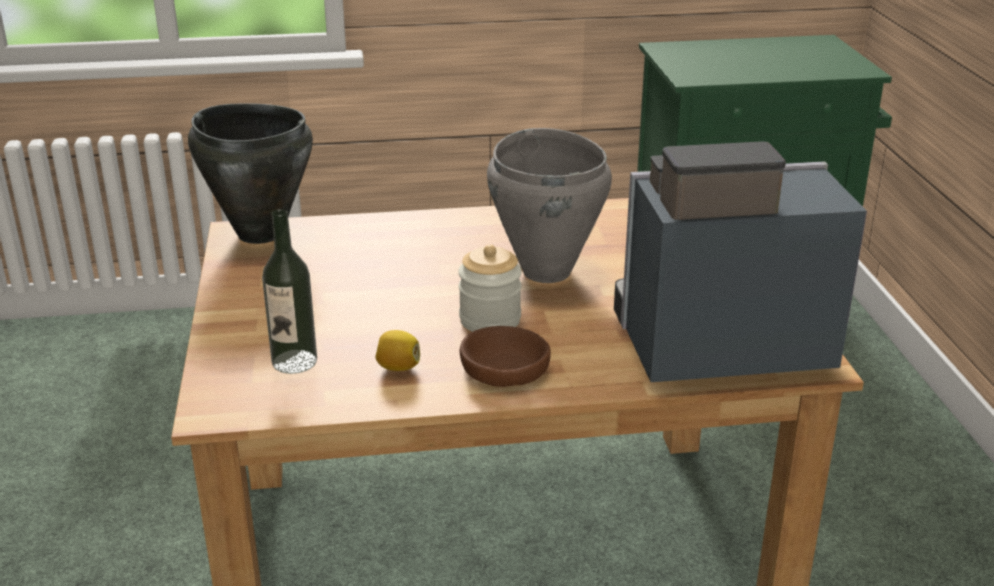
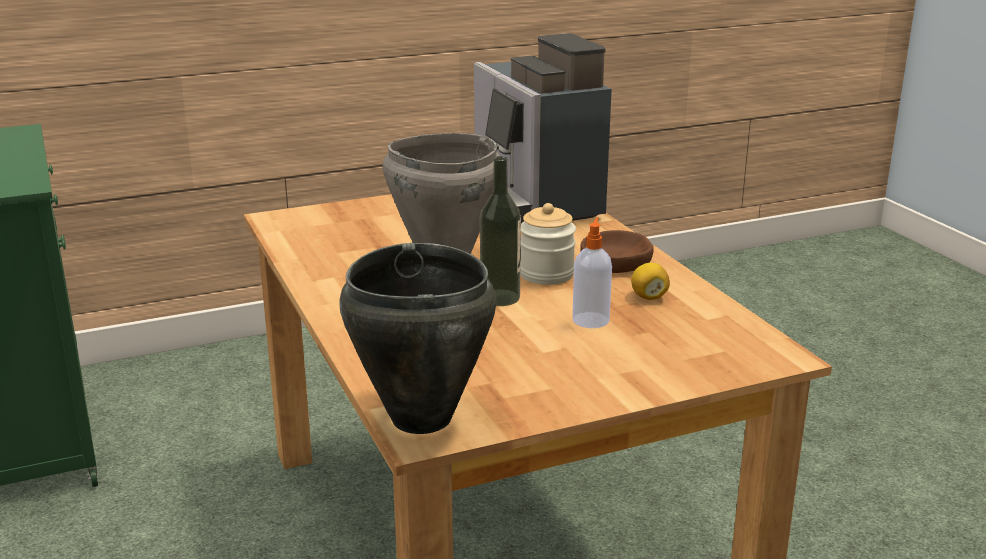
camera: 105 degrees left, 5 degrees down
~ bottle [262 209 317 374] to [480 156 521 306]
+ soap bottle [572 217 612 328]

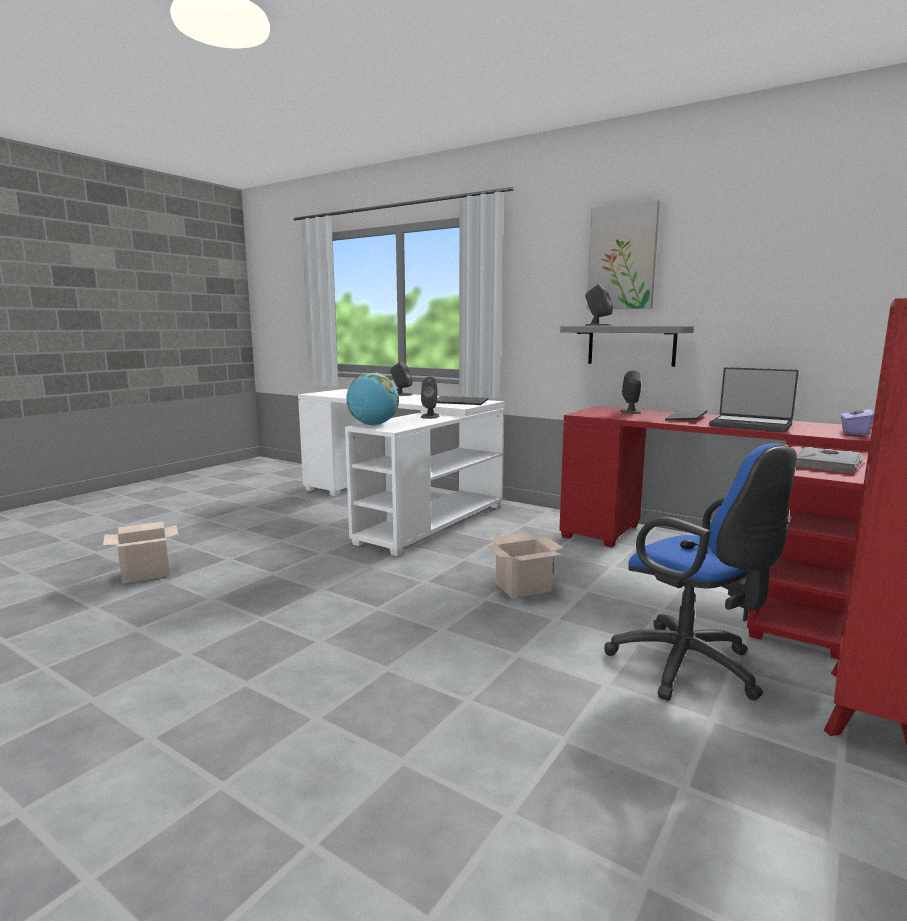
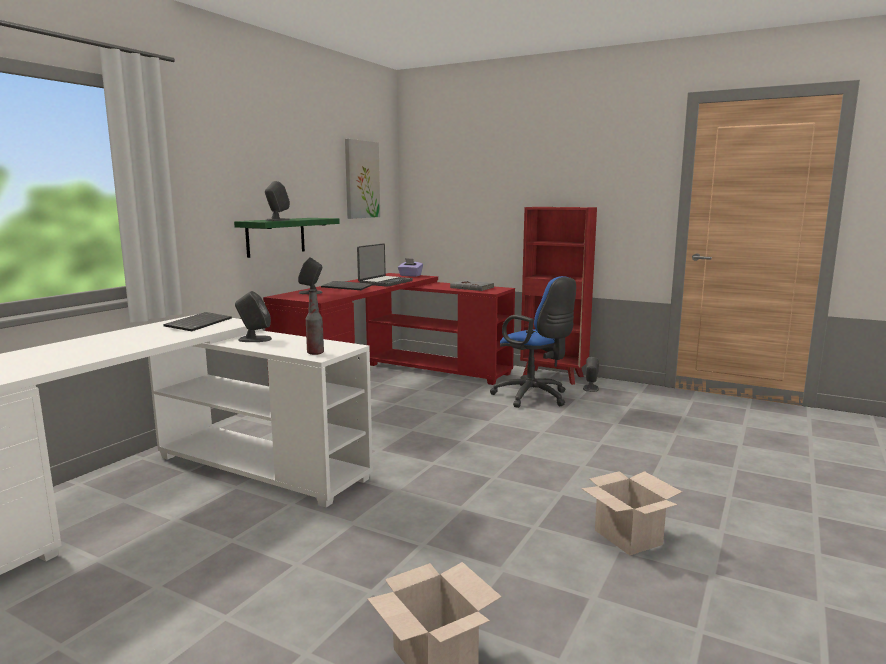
camera: 95 degrees left, 0 degrees up
~ world globe [347 373 399 426] to bottle [306 289 324 355]
~ speaker in greyish [390 361 413 396] to [583 357 599 392]
~ carton [485 532 563 598] to [581 471 682 555]
~ bracket shelf in greyish [560 326 694 367] to bracket shelf in green [234 218 340 258]
~ wall picture [587 200 660 309] to [345 139 380 219]
~ office chair in blue-coloured [604 443 797 701] = [490 276 576 408] 90 degrees clockwise

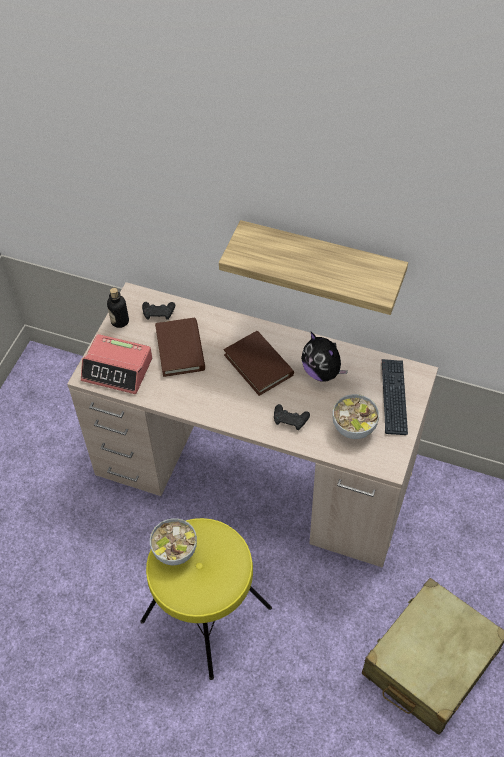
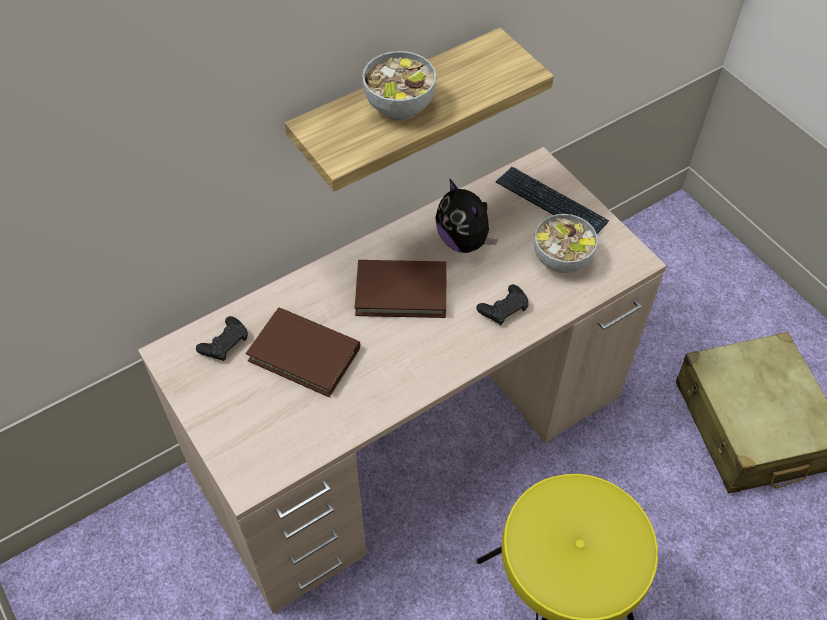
camera: 55 degrees left, 0 degrees up
- alarm clock [81 334 152 394]
- bottle [107 288 129 328]
~ serving bowl [150 518 197 565] to [362 51 436 120]
~ plush toy [301 331 348 382] = [435 178 497 253] 60 degrees clockwise

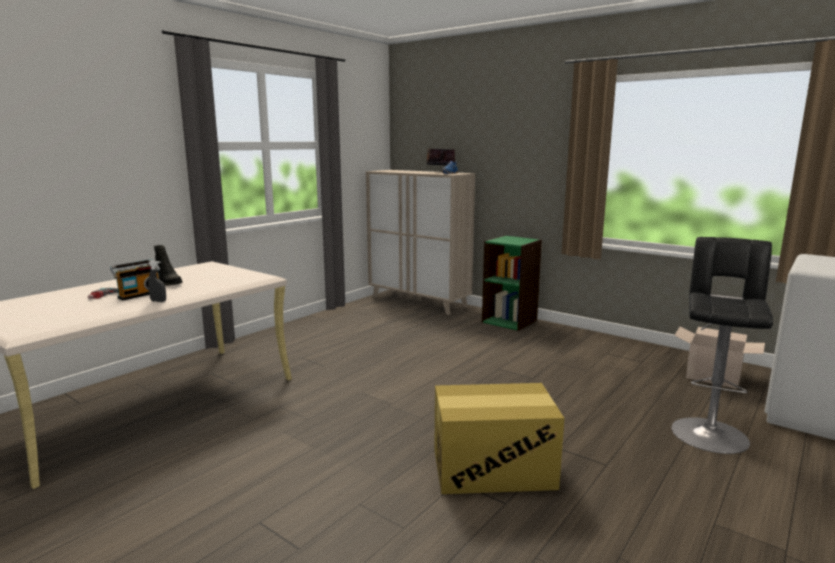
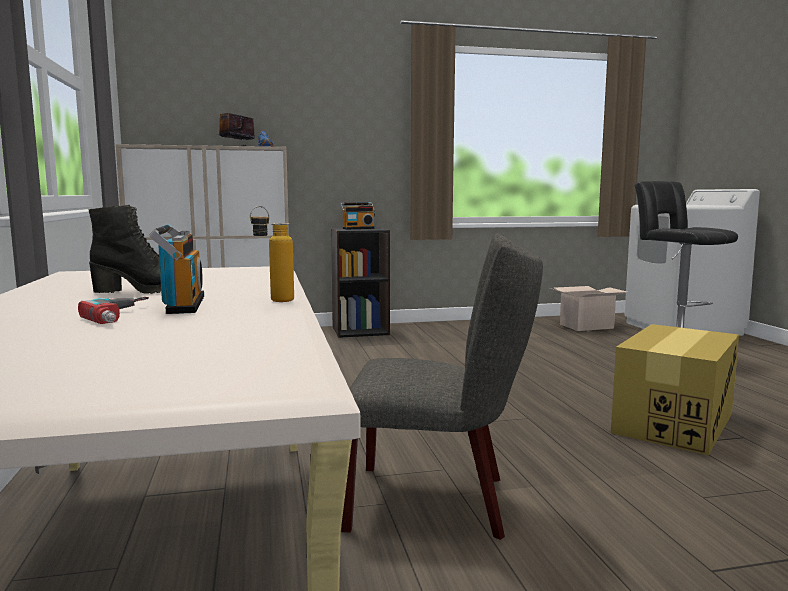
camera: 50 degrees left, 5 degrees down
~ hand sprayer in greyish [148 261 166 302] to bottle [250 206 294 302]
~ bookcase in green [482 235 542 331] to bookcase in black [331 227 390 338]
+ radio receiver [340 202 375 230]
+ chair in greyish [341 233 543 540]

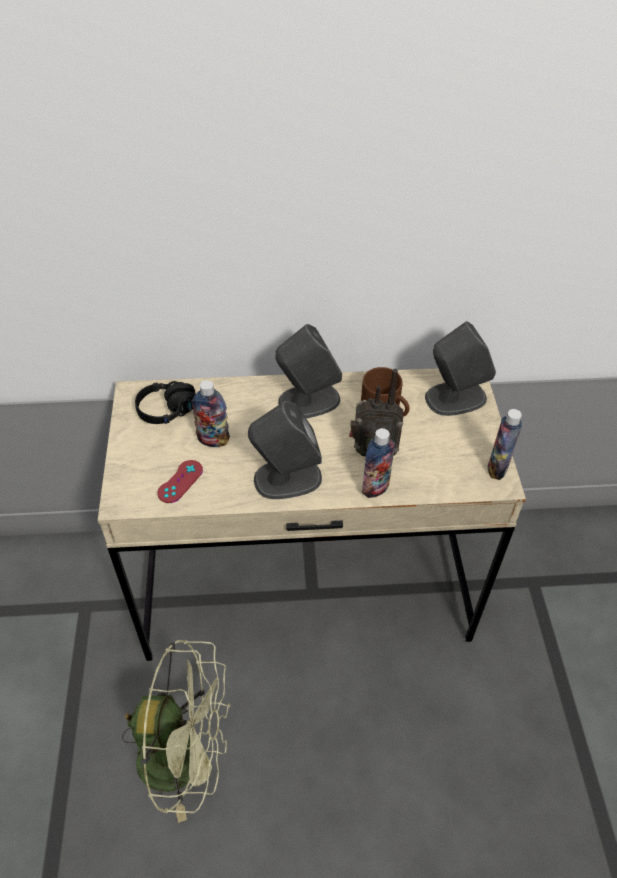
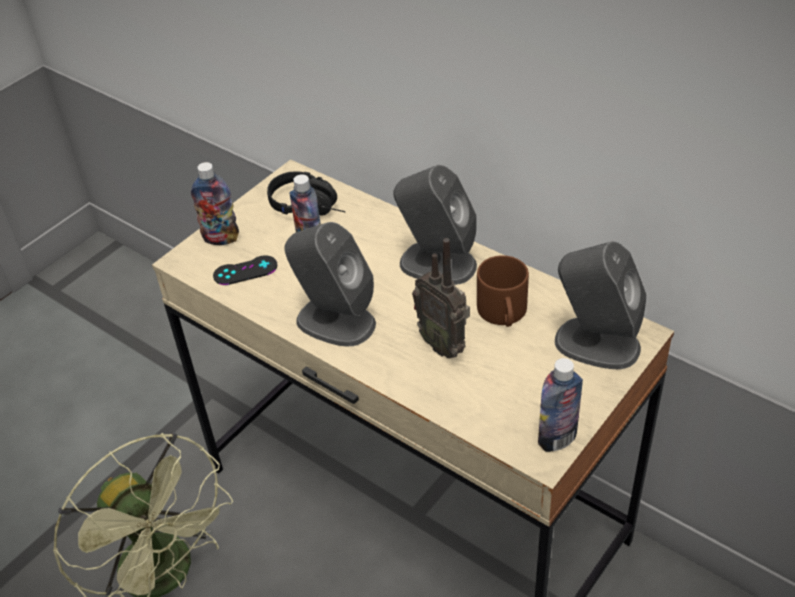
camera: 45 degrees right, 5 degrees down
~ joypad in reddish [157 460 203 503] to joypad in black [213 255 277 285]
~ bottle [362 428 395 498] to [191 162 239 245]

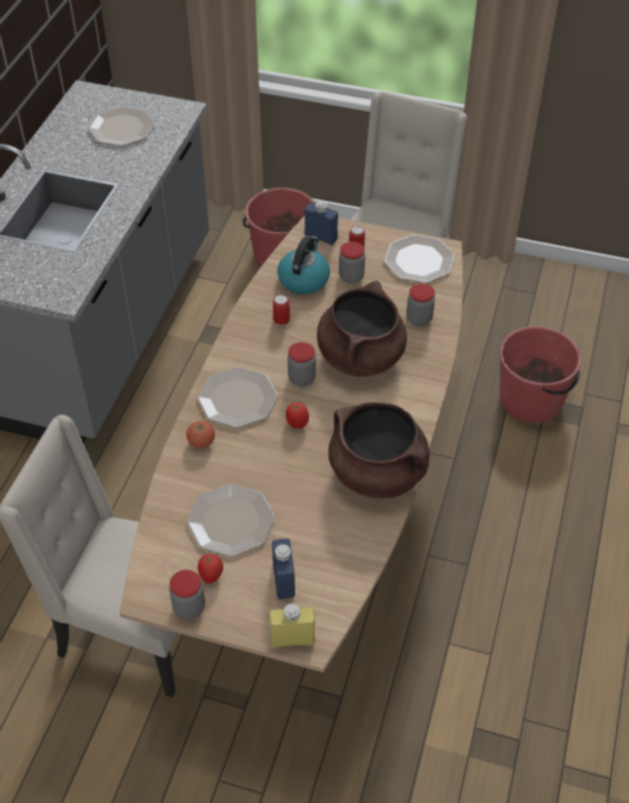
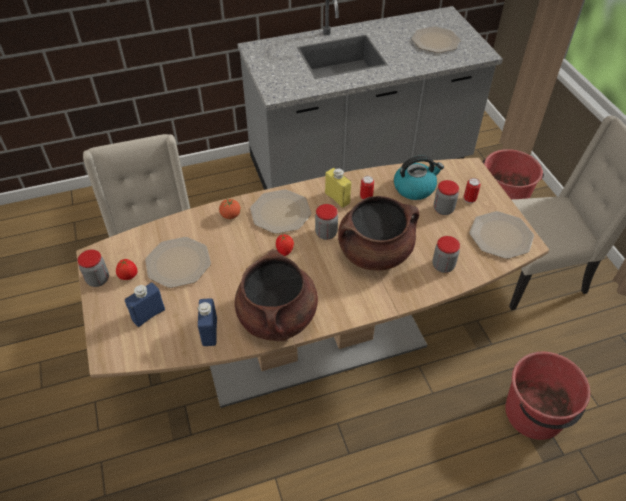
camera: 55 degrees right, 0 degrees up
~ bottle in yellowish [269 603 315 648] to [325 168 351 208]
~ bottle in blue-coloured [304 201 338 245] to [197 298 217 346]

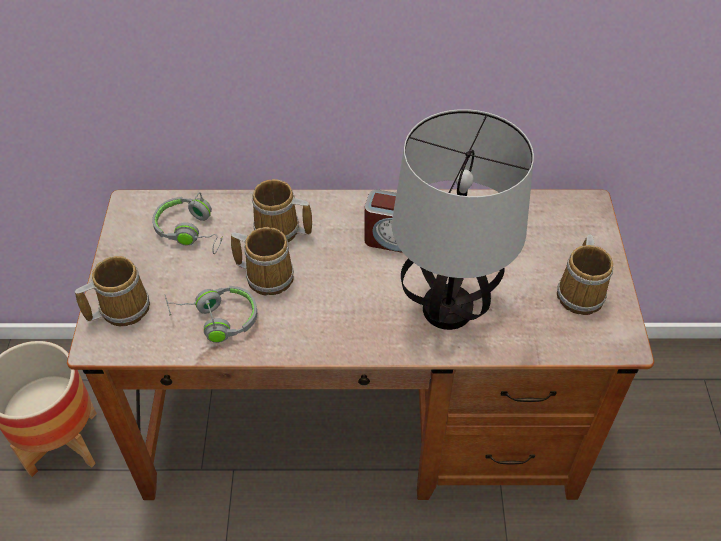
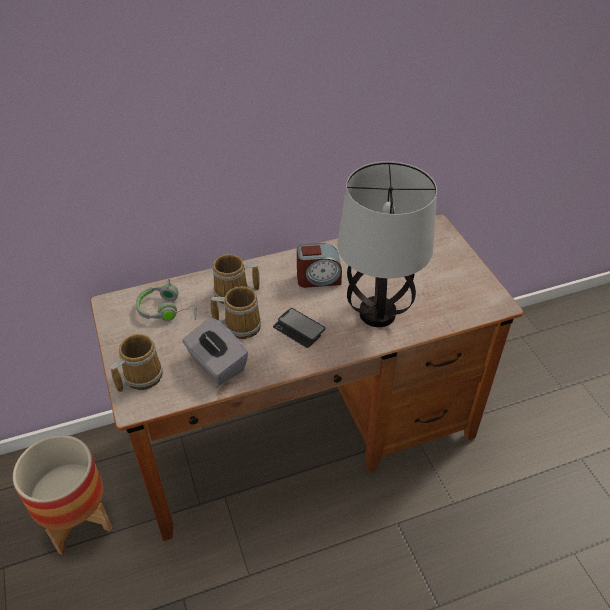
camera: 20 degrees left, 5 degrees down
~ headphones in greyish [165 286 257 343] to tissue box in greyish [182 317 248 385]
- mug [557 234 614 315]
+ handset [273 308 325 348]

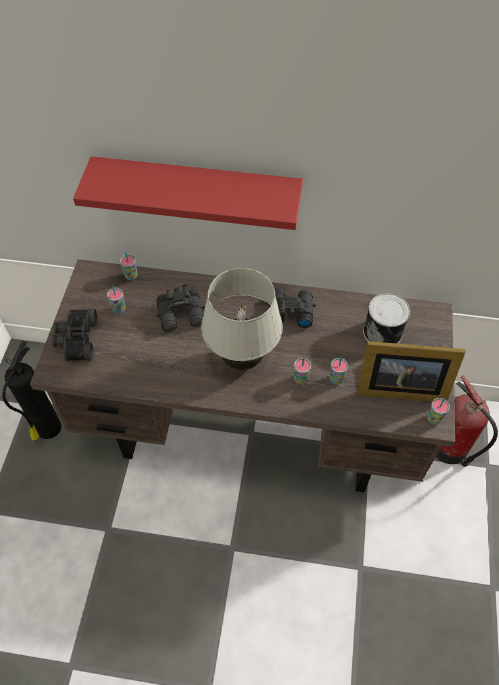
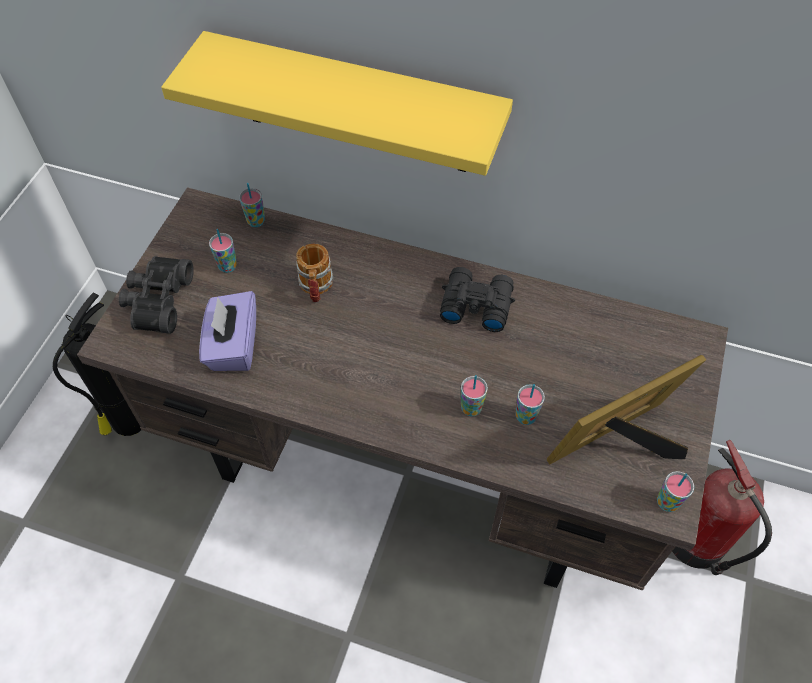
camera: 10 degrees right, 0 degrees up
~ bracket shelf in reddish [73 156 303 230] to bracket shelf in yellowish [161 31 513 176]
~ field glasses in black [156 284 205 332] to mug [296 243 333 302]
- table lamp in whitish [201 268 282 370]
~ picture frame [357 341 466 402] = [547 355 706 465] 135 degrees clockwise
- can [363 293 410 344]
+ tissue box in purple [199 291 256 371]

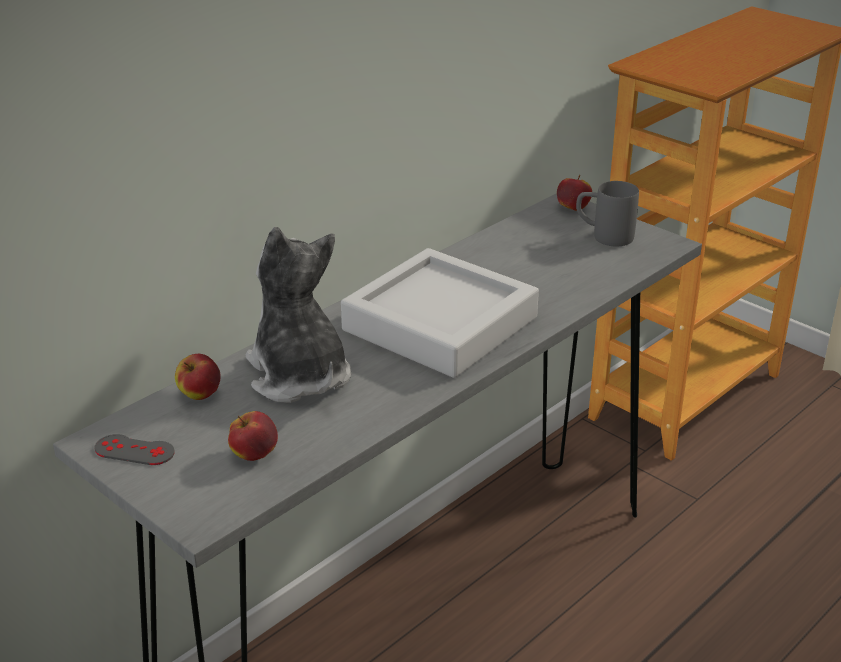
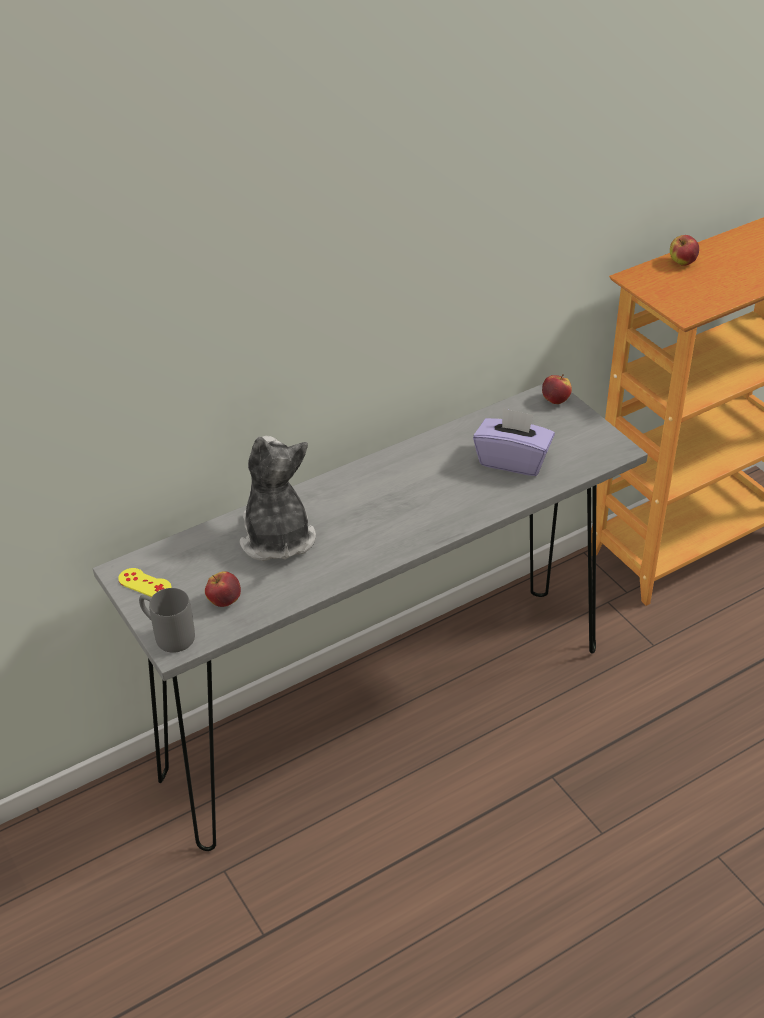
camera: 15 degrees right, 10 degrees up
~ joypad in greyish [95 434 175 465] to joypad in yellowish [118 568 171 597]
~ apple fruit [175 354 221 400] to [670 235 699 266]
- carrying tray in greyish [341 248 539 378]
~ mug in greyish [576 181 639 246] to [139 588 195 653]
+ tissue box in purple [473 407 555 476]

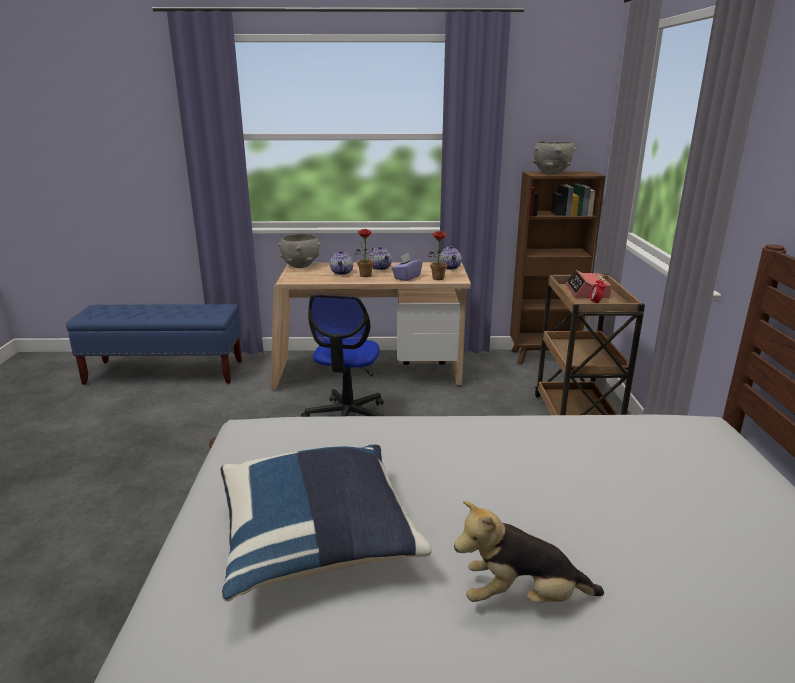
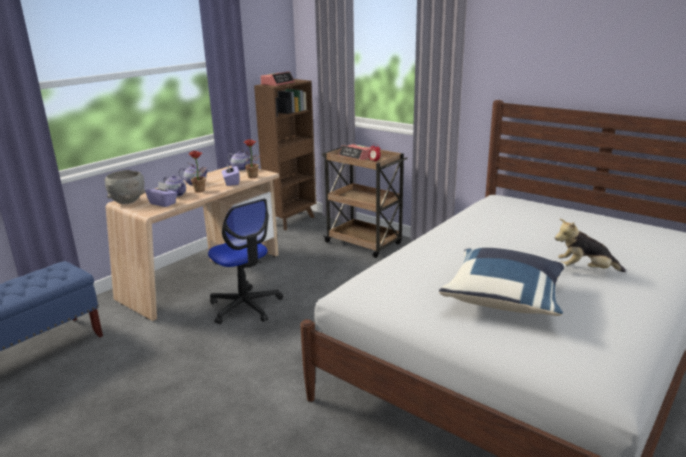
camera: 50 degrees left, 0 degrees up
~ plush toy [454 501 604 603] = [555 219 626 272] 60 degrees clockwise
~ serving bowl in greyish [532 141 576 175] to alarm clock [260 71 295 86]
+ tissue box in purple [145 182 177 207]

